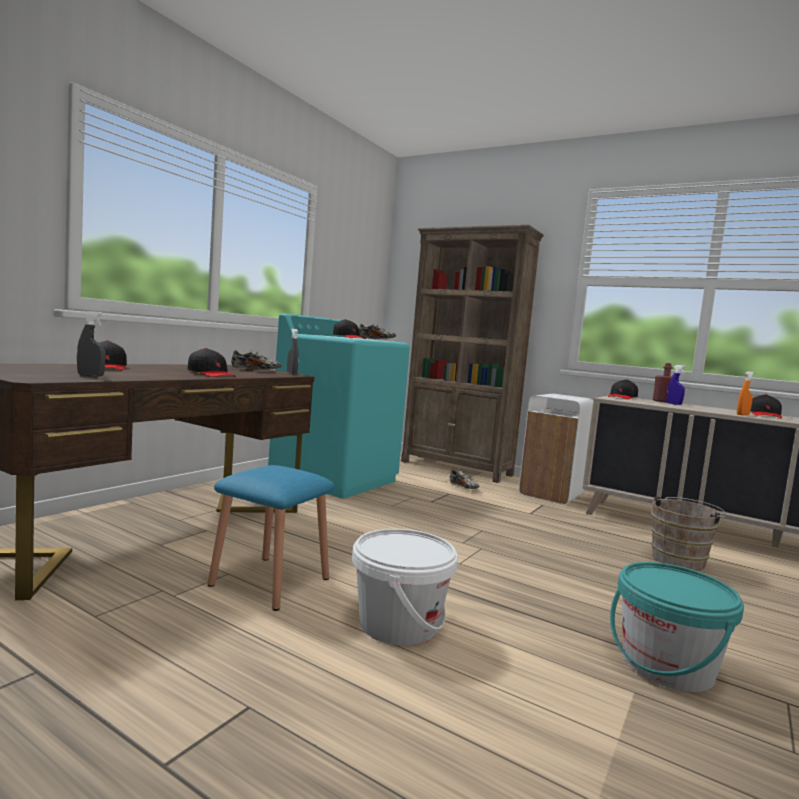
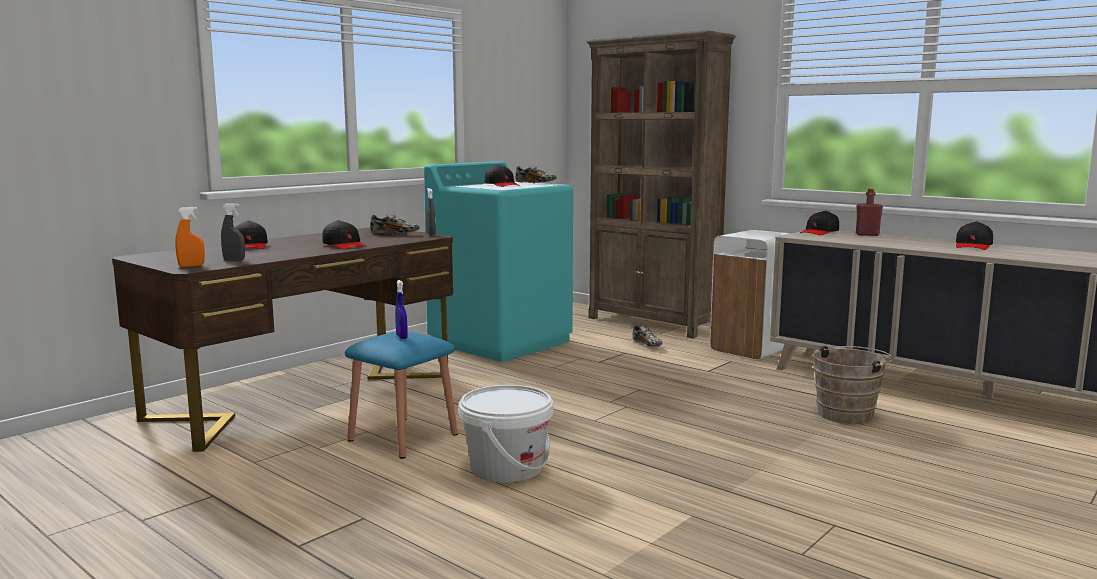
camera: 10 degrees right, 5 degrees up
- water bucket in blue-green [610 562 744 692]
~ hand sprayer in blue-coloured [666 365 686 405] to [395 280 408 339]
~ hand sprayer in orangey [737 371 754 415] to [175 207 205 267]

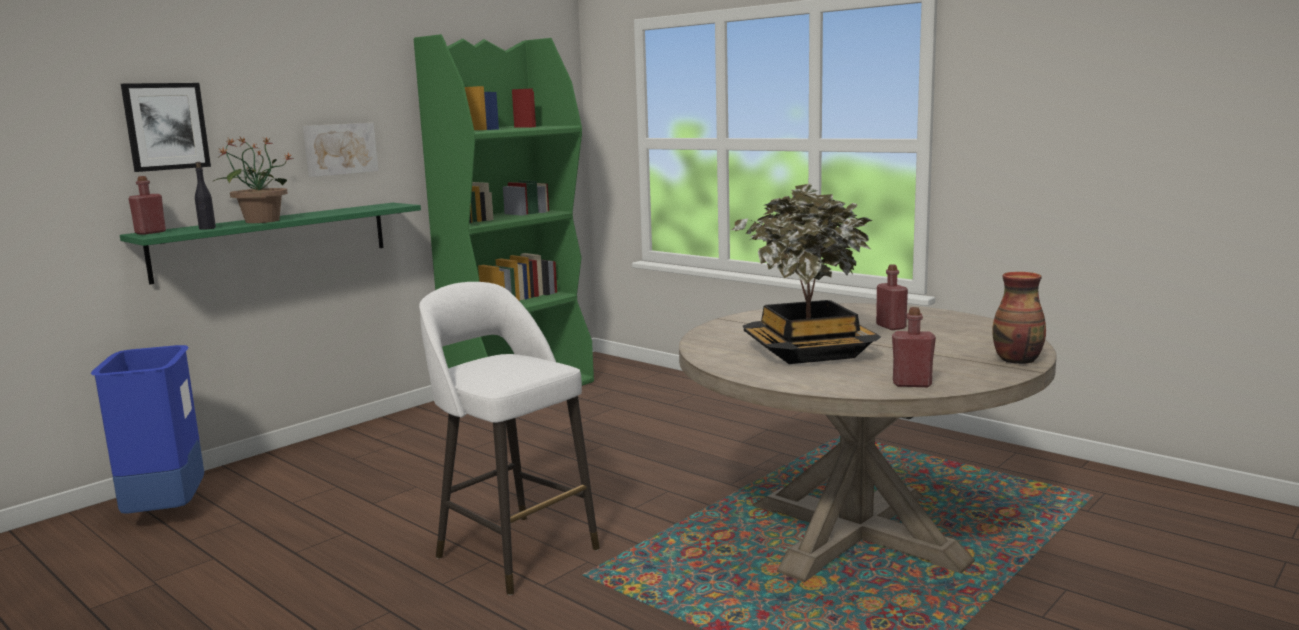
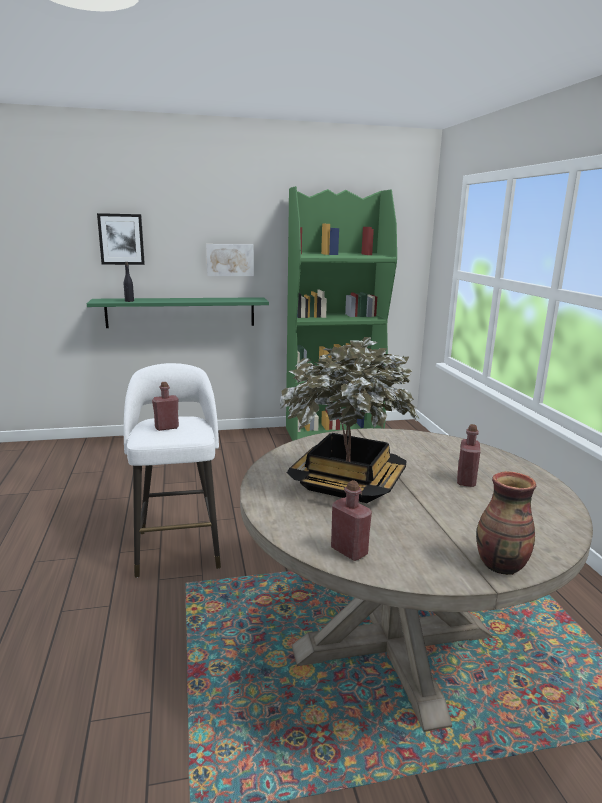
camera: 35 degrees right, 5 degrees up
- waste bin in blue-coloured [91 345 204 513]
~ bottle in reddish [128 176 166 235] to [152 382 179 431]
- potted plant [214 137 294 223]

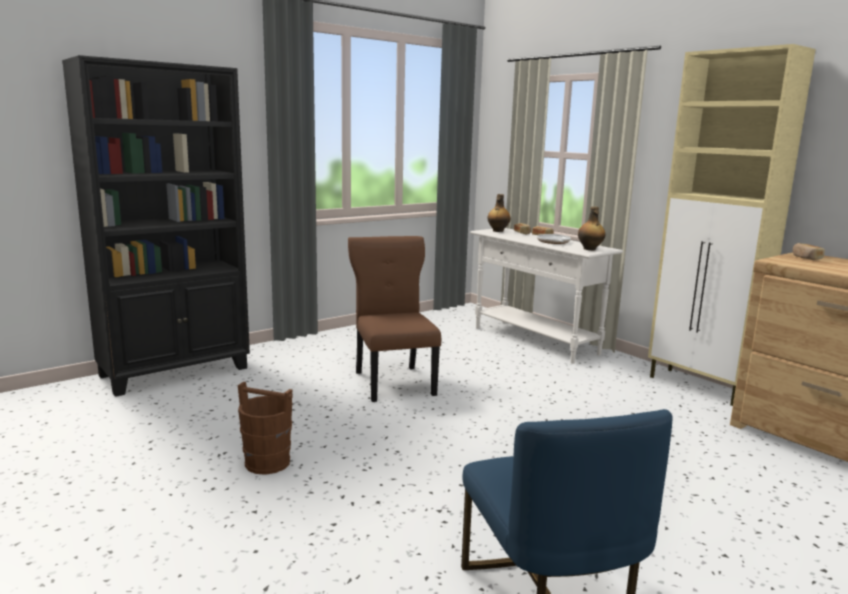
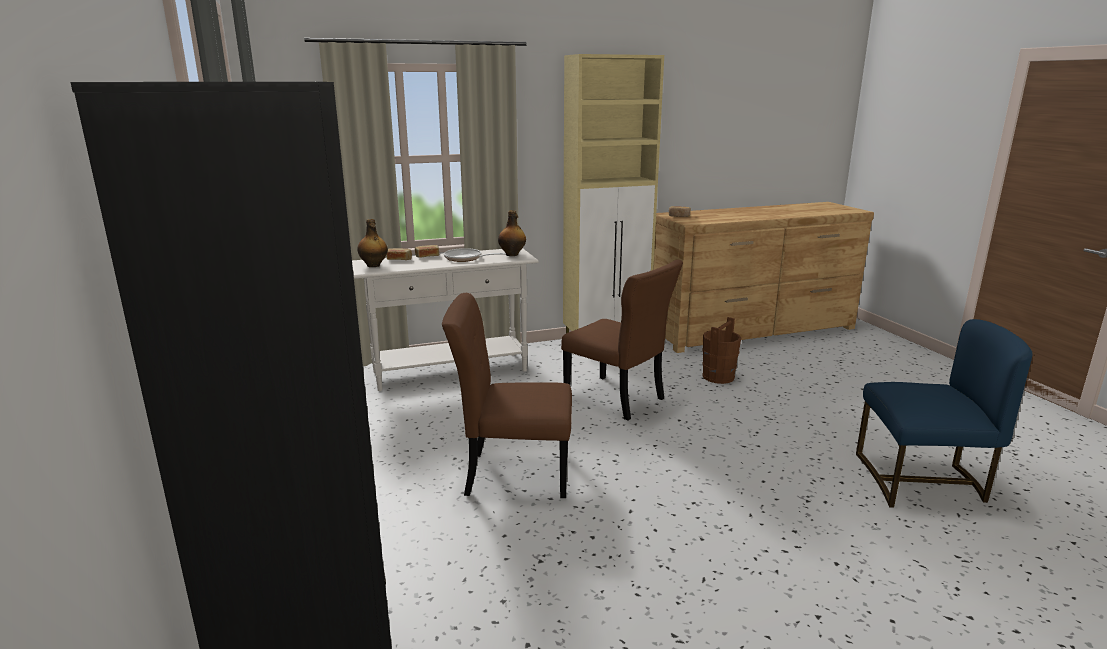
camera: 70 degrees left, 5 degrees up
~ water bucket in brownish [238 382 293 475] to [702 317 741 384]
+ chair in brownish [561 260 683 421]

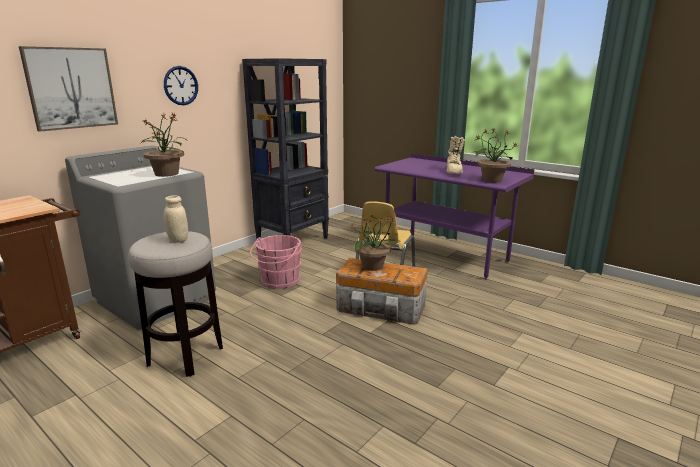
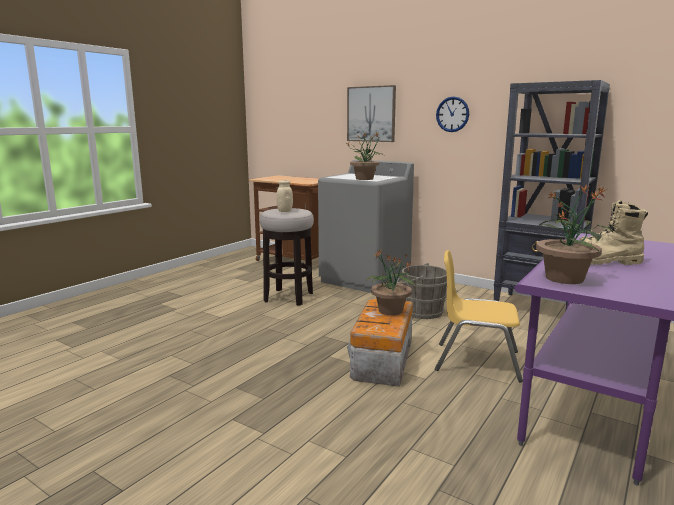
camera: 85 degrees right, 5 degrees down
~ water bucket in pinkish [250 235 302 289] to water bucket in greyish [397 263 447 319]

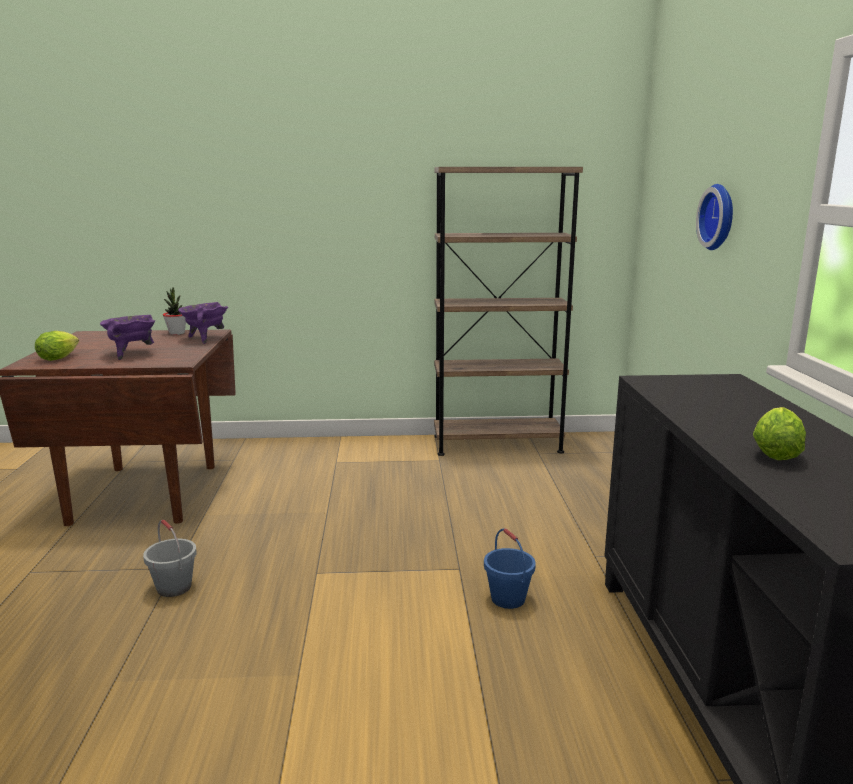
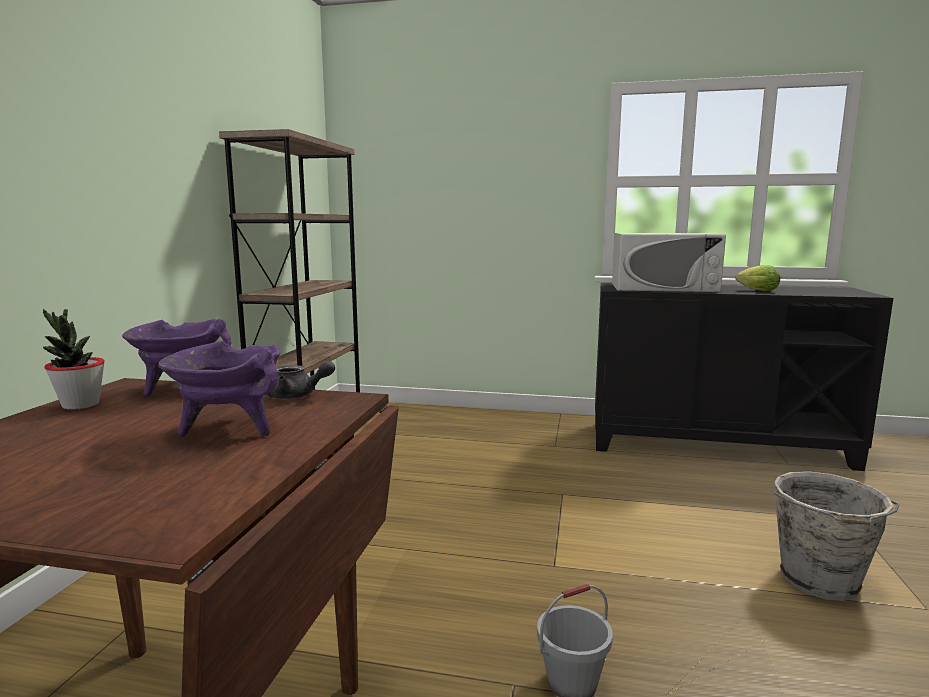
camera: 75 degrees left, 5 degrees down
- lettuce [35 331 79 361]
- water bucket in blue-coloured [484 528 536 609]
- wall clock [696 184 733 250]
+ pot for tea in greyish [267 360 335 399]
+ microwave oven in whitish [612 233 726 292]
+ water bucket in greyish [774 471 899 601]

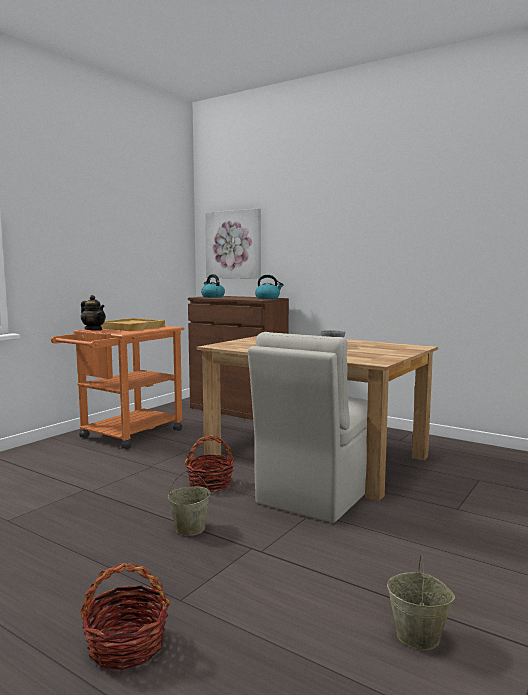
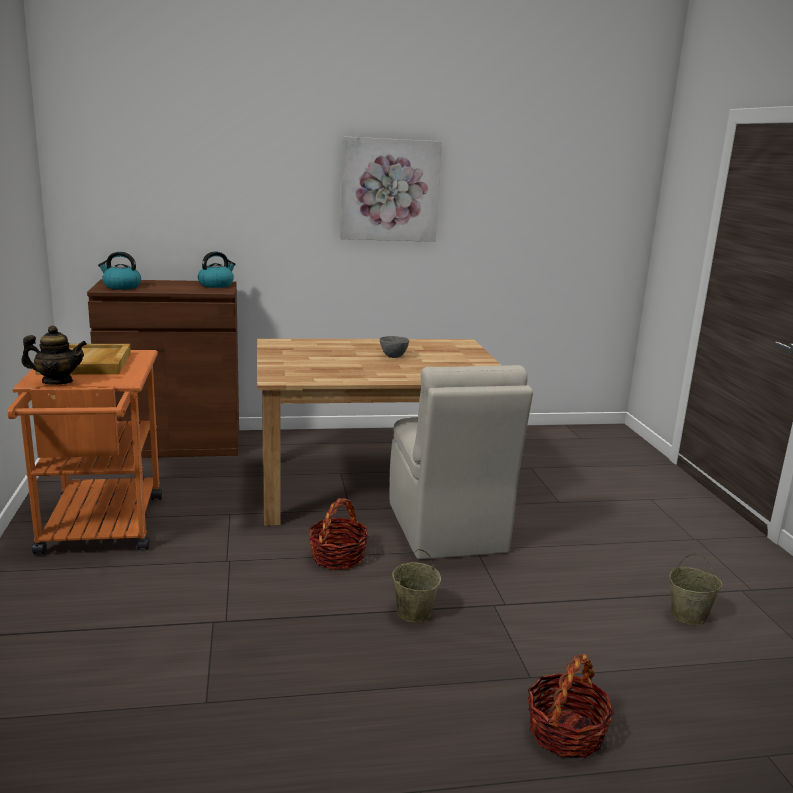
camera: 45 degrees left, 10 degrees up
~ wall picture [205 208 261 279] to [340 136 442 242]

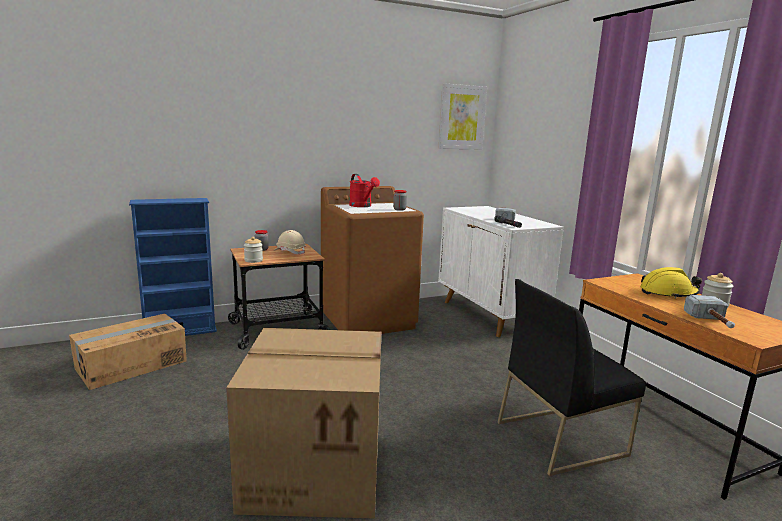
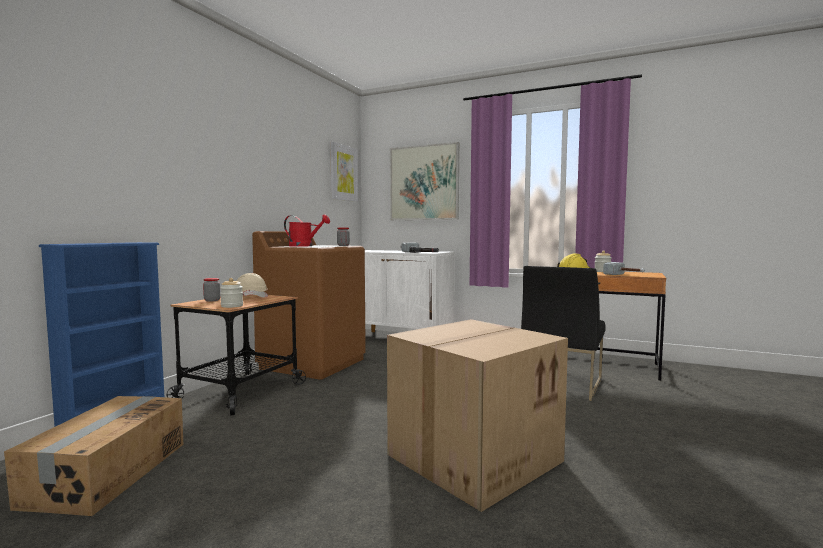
camera: 40 degrees left, 10 degrees down
+ wall picture [390 142 459 220]

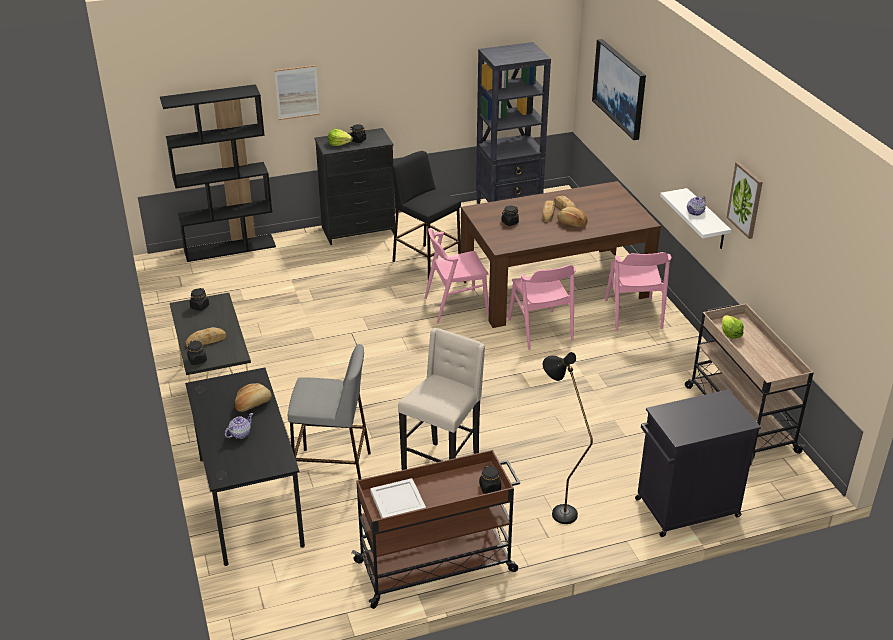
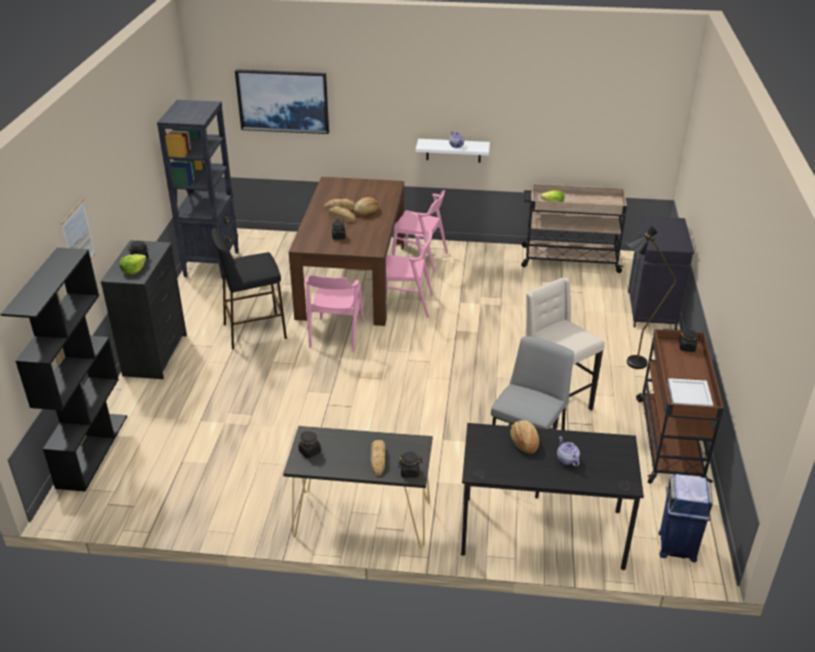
camera: 65 degrees left, 0 degrees up
- wall picture [726 162 763 239]
+ waste bin in blue-coloured [658 474 713 563]

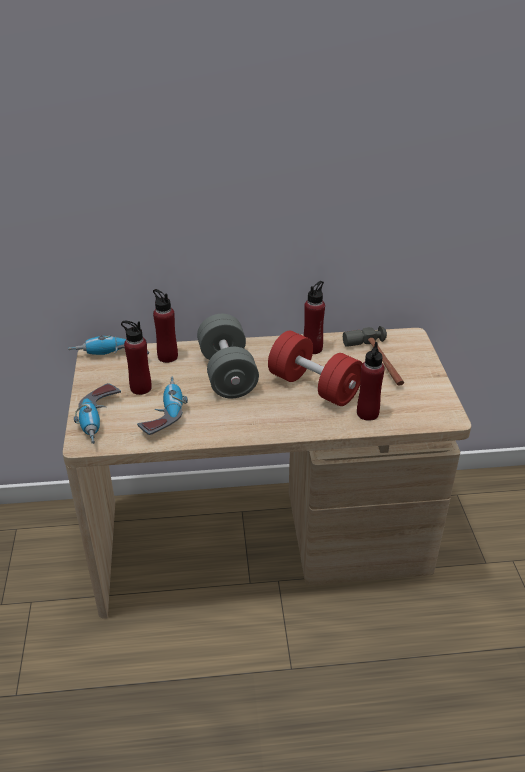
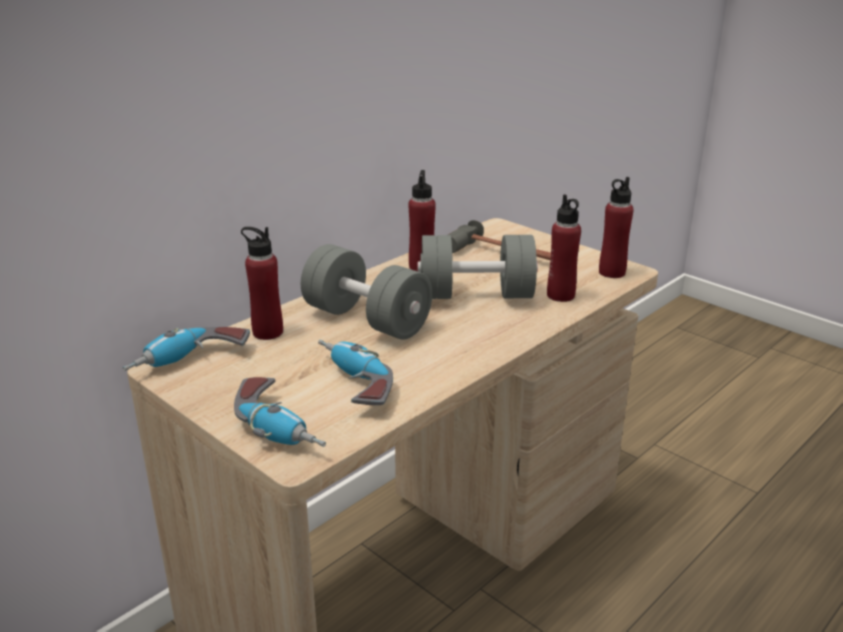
camera: 40 degrees left, 10 degrees down
~ bottle in reddish [121 321 152 395] to [599 177 633 278]
~ free weight in reddish [268 331 363 406] to free weight in greyish [417 235 538 299]

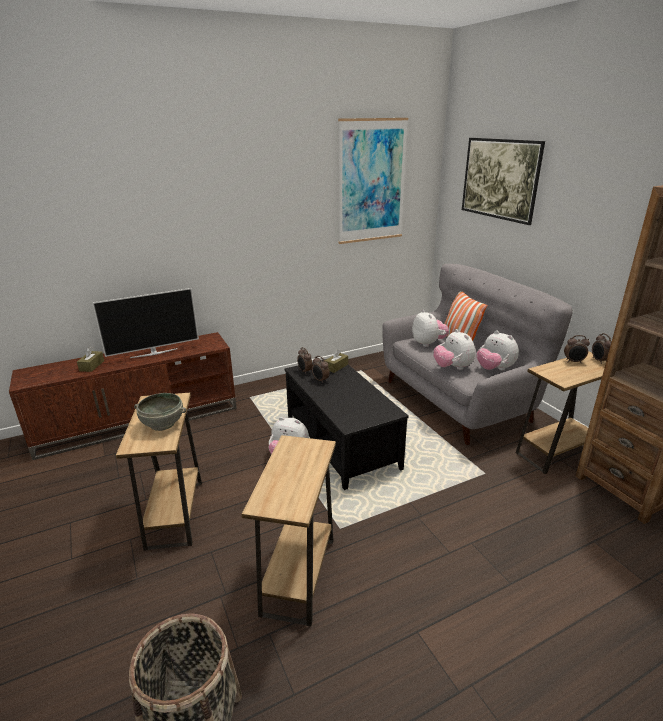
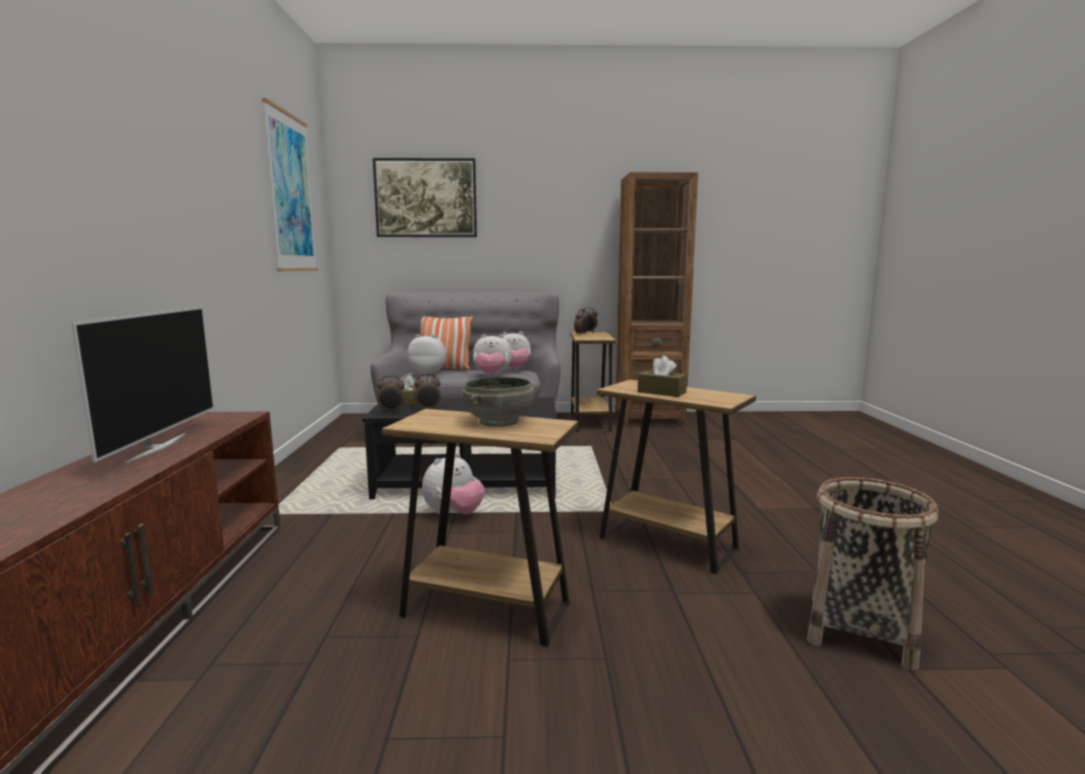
camera: 65 degrees left, 15 degrees down
~ tissue box in brownish [77 347 104 372] to [638 356 687 397]

